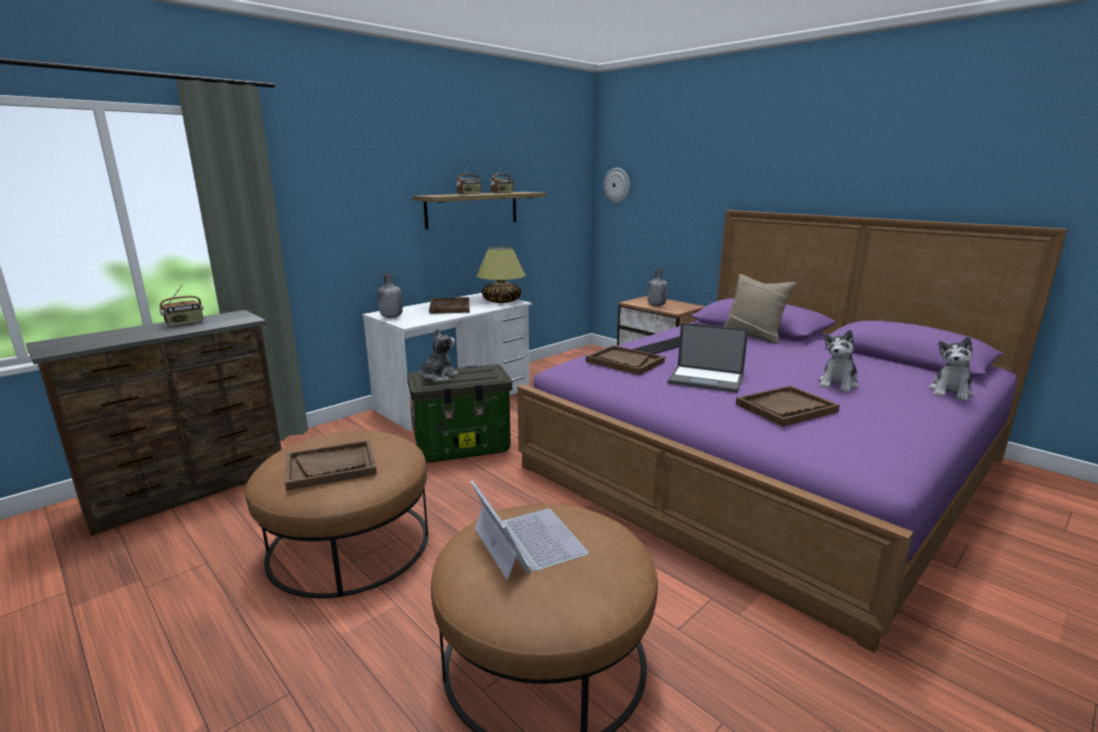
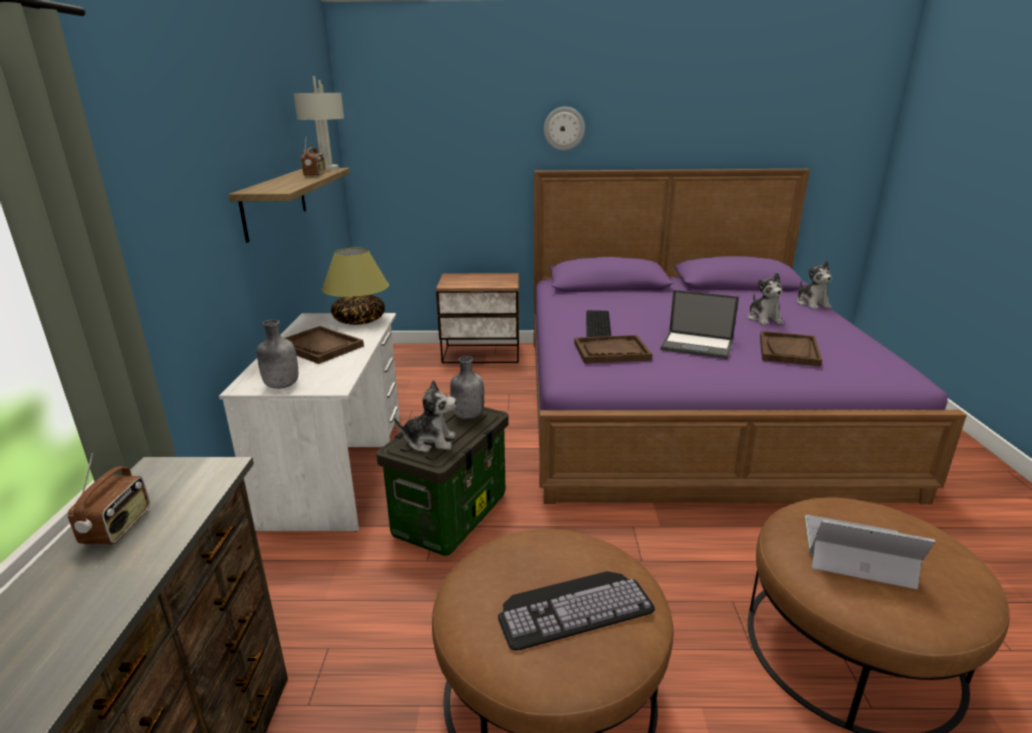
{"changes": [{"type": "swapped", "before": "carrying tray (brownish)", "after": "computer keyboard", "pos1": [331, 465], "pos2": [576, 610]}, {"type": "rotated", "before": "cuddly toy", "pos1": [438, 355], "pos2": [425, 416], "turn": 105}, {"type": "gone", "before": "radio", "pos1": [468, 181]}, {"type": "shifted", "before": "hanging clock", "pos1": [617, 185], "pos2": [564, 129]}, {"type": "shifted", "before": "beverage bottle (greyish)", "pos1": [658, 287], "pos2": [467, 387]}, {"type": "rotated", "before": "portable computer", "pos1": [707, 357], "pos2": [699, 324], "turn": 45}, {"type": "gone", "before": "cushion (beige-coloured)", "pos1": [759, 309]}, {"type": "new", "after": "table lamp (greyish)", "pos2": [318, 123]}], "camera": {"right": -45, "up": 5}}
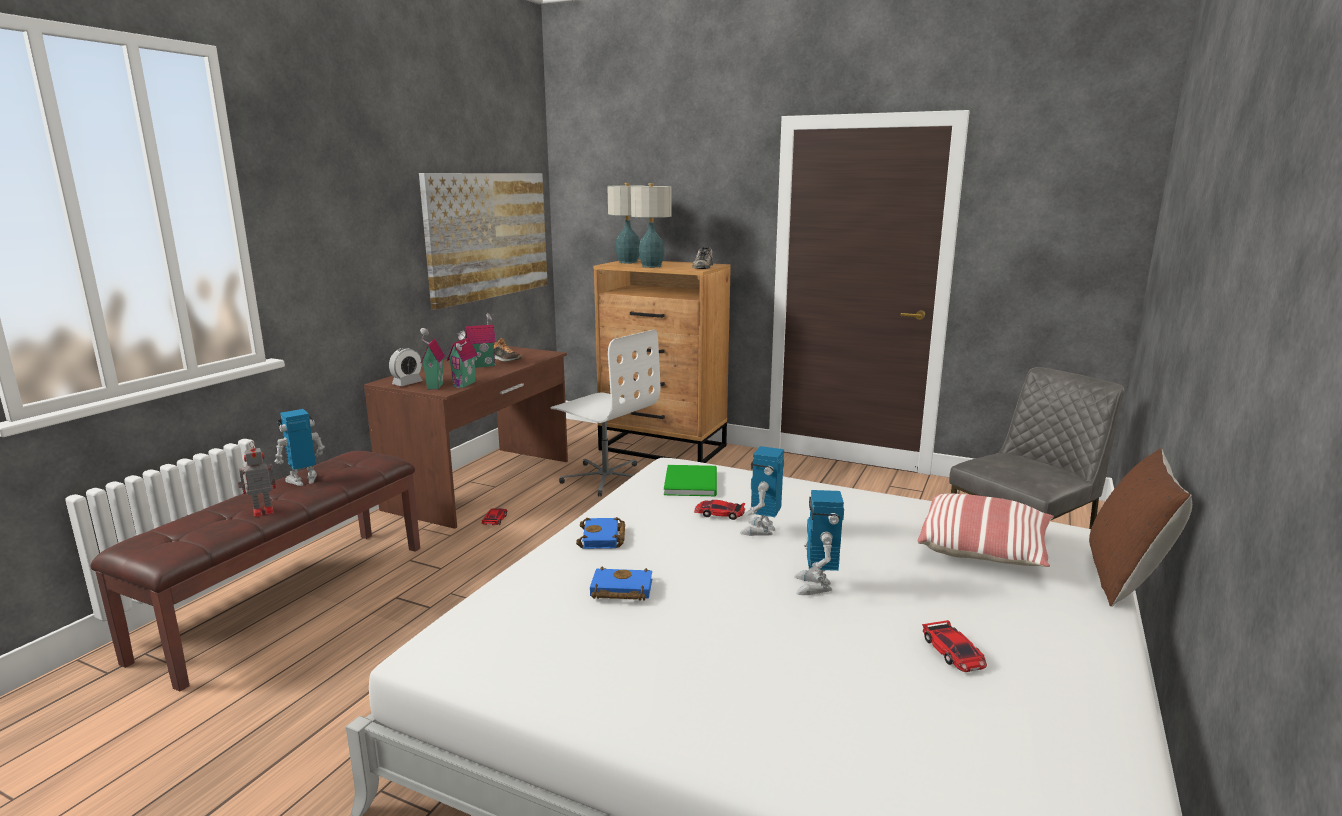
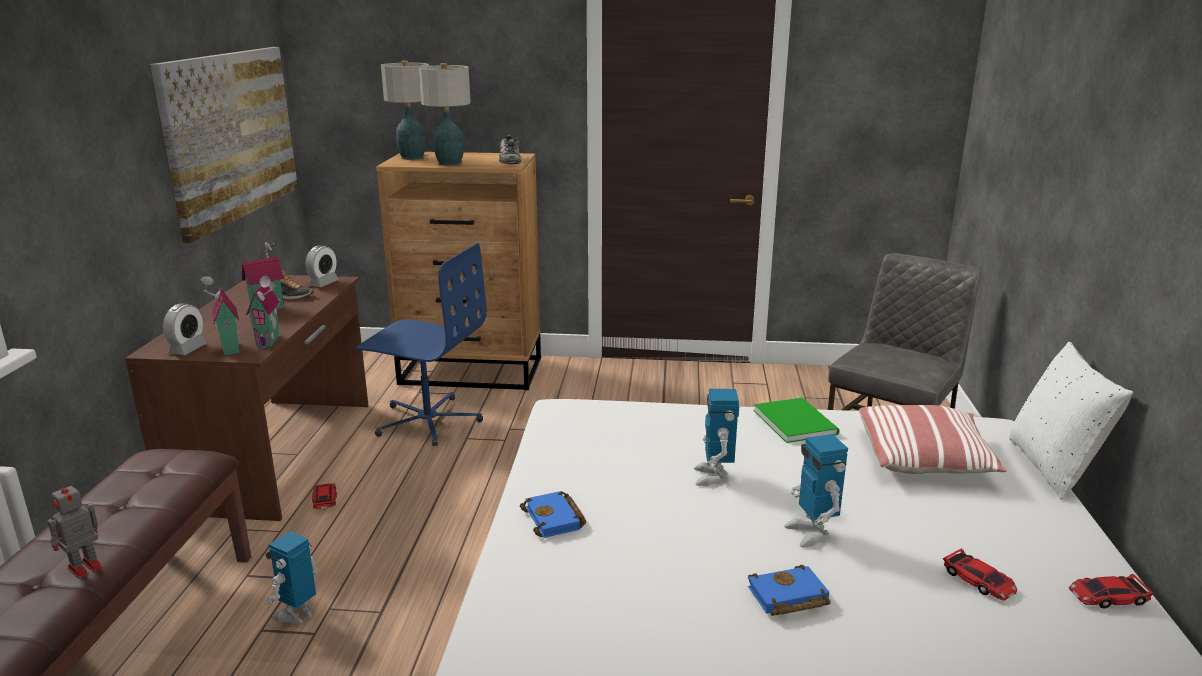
{"changes": [{"type": "shifted", "before": "toy robot", "pos1": [299, 447], "pos2": [291, 577]}, {"type": "repainted", "before": "desk chair (white-coloured)", "after": "desk chair (blue-coloured)", "pos1": [605, 412], "pos2": [421, 344]}, {"type": "shifted", "before": "book (blue-coloured)", "pos1": [621, 584], "pos2": [789, 590]}, {"type": "shifted", "before": "book (green)", "pos1": [690, 480], "pos2": [797, 420]}, {"type": "shifted", "before": "miniature car", "pos1": [719, 510], "pos2": [1111, 591]}, {"type": "repainted", "before": "cushion (brownish)", "after": "cushion (white-coloured)", "pos1": [1140, 528], "pos2": [1071, 421]}, {"type": "new", "after": "alarm clock", "pos2": [322, 266]}], "camera": {"right": -20, "up": 5}}
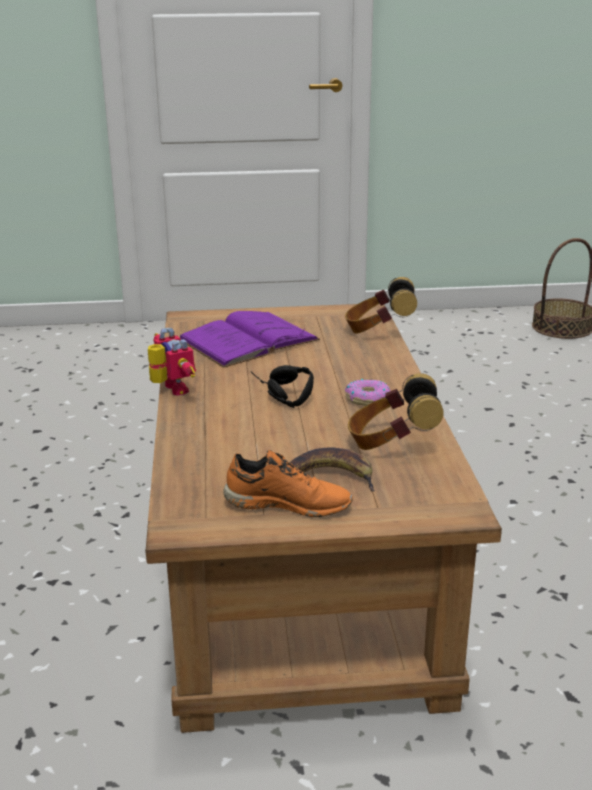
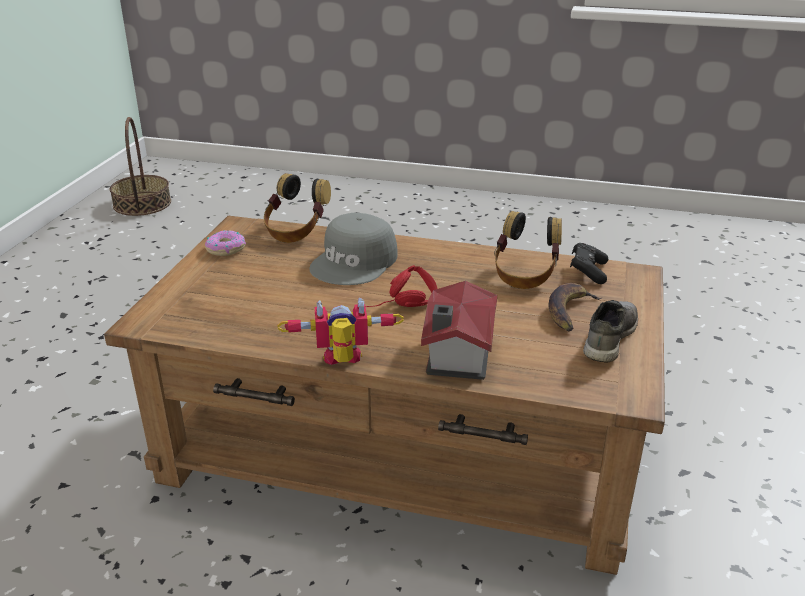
{"changes": [{"type": "gone", "before": "book (purple)", "pos1": [250, 339]}, {"type": "repainted", "before": "shoe (orange-coloured)", "after": "shoe (greyish)", "pos1": [288, 483], "pos2": [610, 331]}, {"type": "repainted", "before": "headphones (black)", "after": "headphones (reddish)", "pos1": [282, 386], "pos2": [401, 286]}, {"type": "shifted", "before": "doughnut", "pos1": [368, 392], "pos2": [225, 243]}, {"type": "new", "after": "cap (greyish)", "pos2": [353, 249]}, {"type": "new", "after": "model house", "pos2": [459, 330]}, {"type": "new", "after": "game controller (black)", "pos2": [589, 263]}], "camera": {"right": -70, "up": 5}}
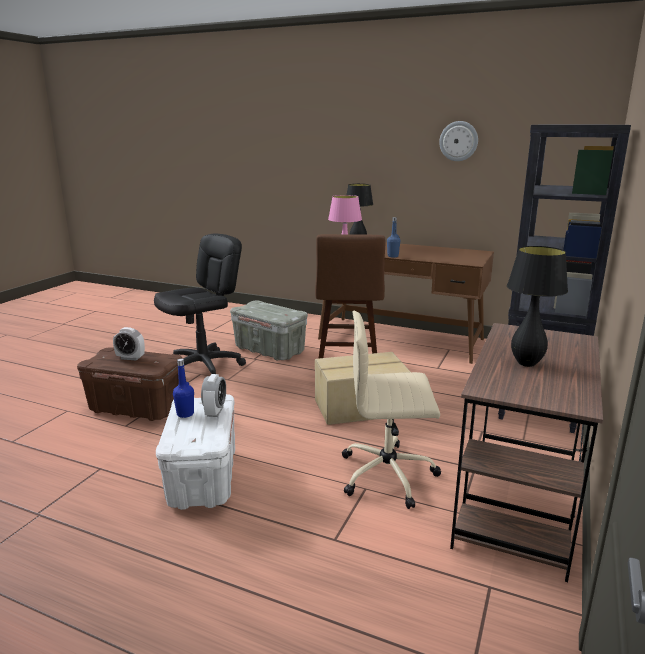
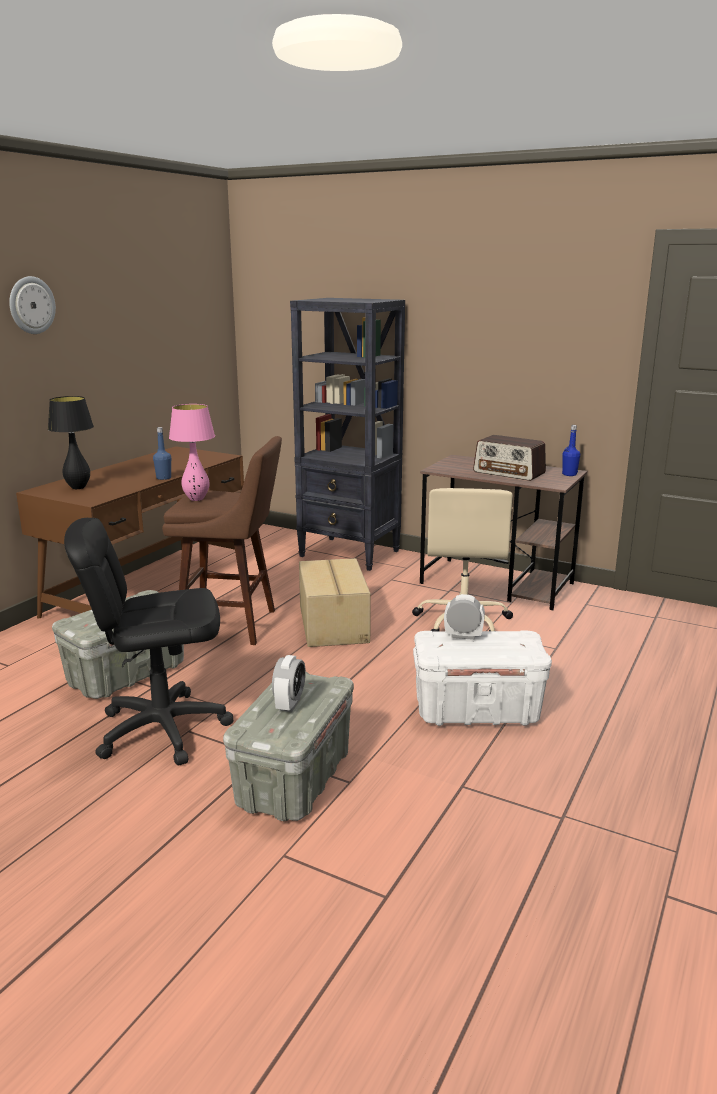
{"changes": [{"type": "repainted", "before": "storage container (brownish)", "after": "storage container (greyish)", "pos1": [130, 384], "pos2": [288, 746]}, {"type": "rotated", "before": "desk chair (black)", "pos1": [200, 304], "pos2": [148, 641], "turn": -60}, {"type": "shifted", "before": "beverage bottle (blue-coloured)", "pos1": [183, 388], "pos2": [571, 450]}, {"type": "shifted", "before": "hanging clock", "pos1": [458, 141], "pos2": [32, 305]}, {"type": "swapped", "before": "table lamp (black)", "after": "radio", "pos1": [537, 306], "pos2": [509, 458]}], "camera": {"right": -85, "up": 0}}
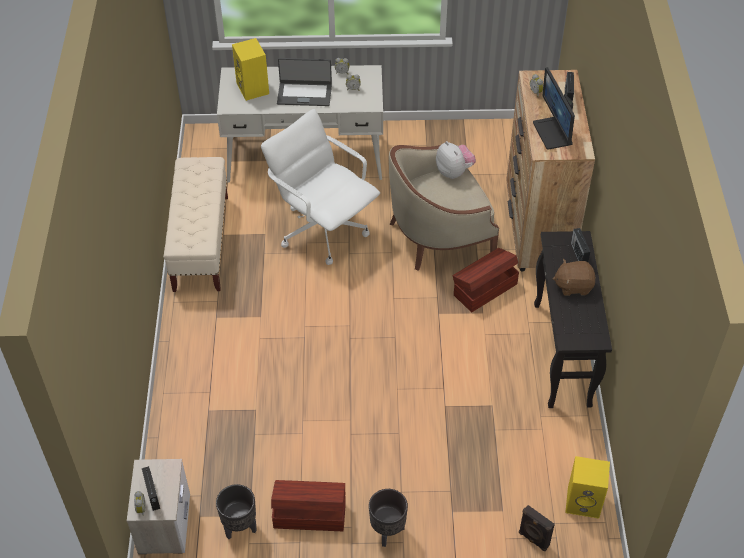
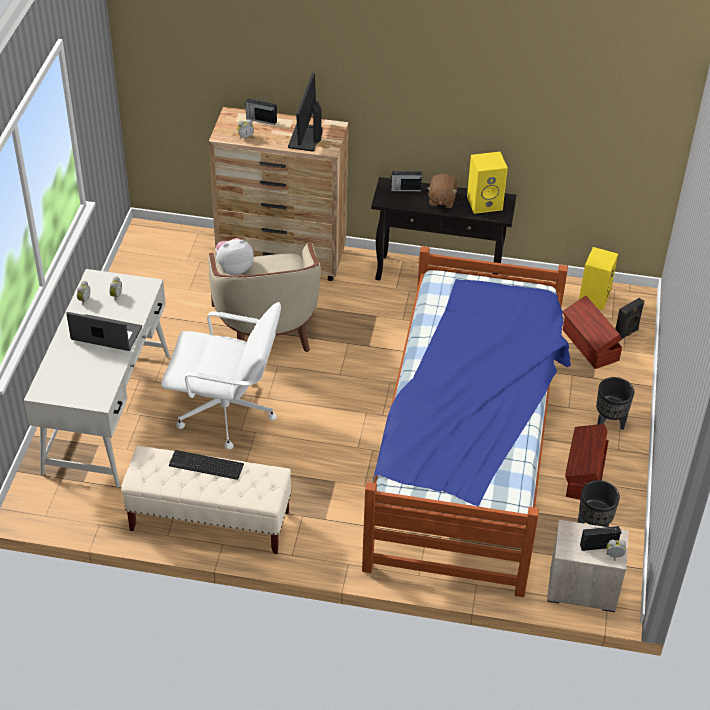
{"changes": [{"type": "shifted", "before": "speaker (yellow)", "pos1": [250, 69], "pos2": [487, 183]}, {"type": "rotated", "before": "desk chair (white-coloured)", "pos1": [320, 187], "pos2": [221, 375], "turn": -135}, {"type": "rotated", "before": "portable computer", "pos1": [304, 82], "pos2": [104, 331], "turn": -90}, {"type": "shifted", "before": "storage container (brownish)", "pos1": [486, 280], "pos2": [592, 332]}, {"type": "rotated", "before": "computer display", "pos1": [554, 108], "pos2": [305, 112], "turn": 105}, {"type": "new", "after": "computer keyboard", "pos2": [206, 465]}, {"type": "new", "after": "bedroom bed", "pos2": [466, 421]}], "camera": {"right": -80, "up": -5}}
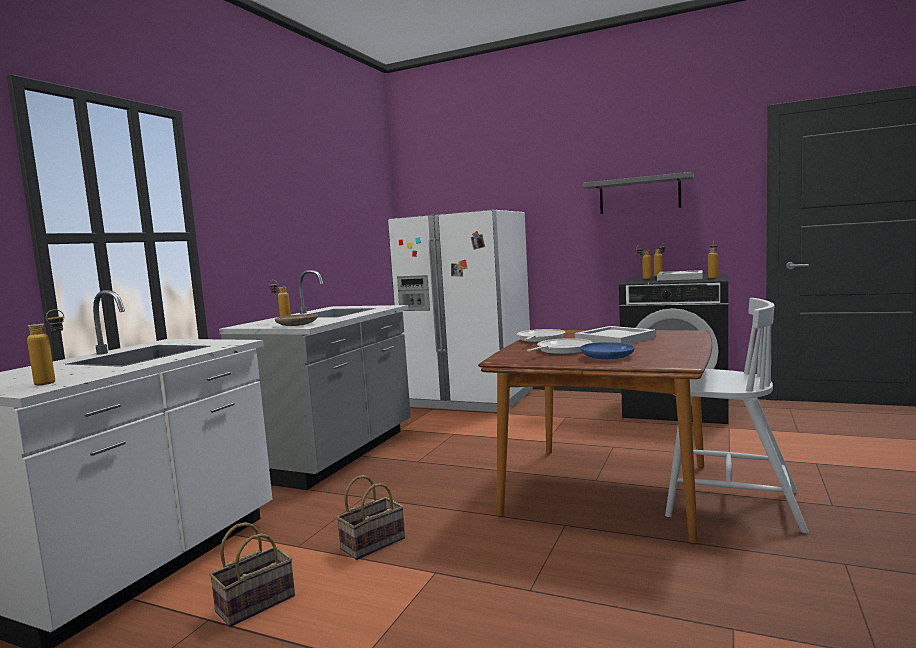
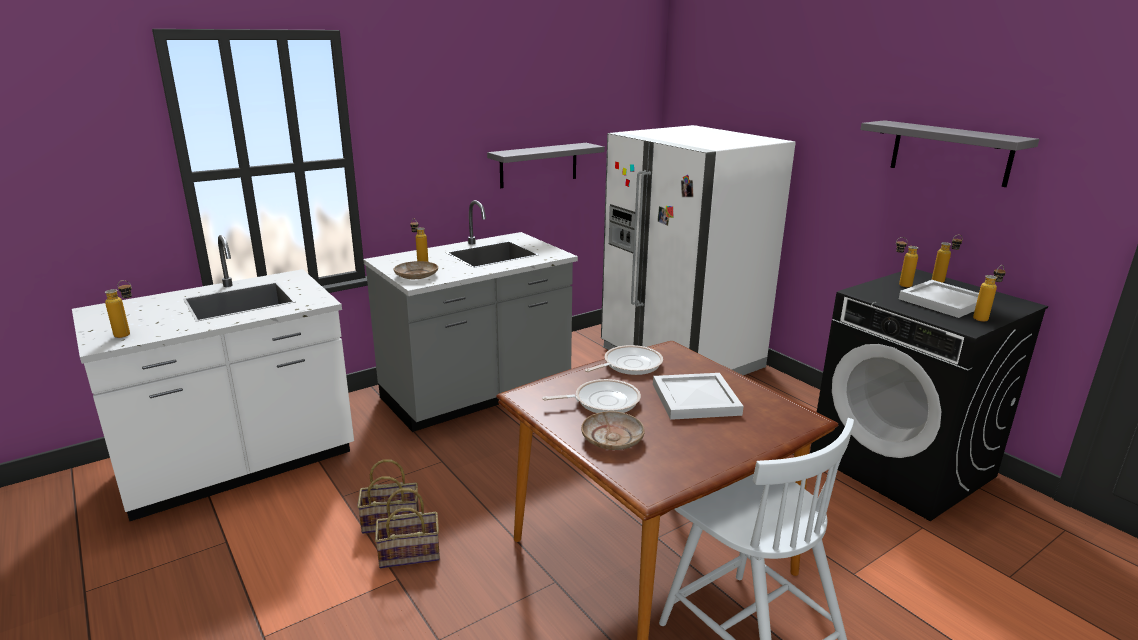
{"changes": [{"type": "shifted", "before": "basket", "pos1": [252, 574], "pos2": [407, 528]}, {"type": "repainted", "before": "plate (blue-coloured)", "after": "plate (beige-coloured)", "pos1": [607, 351], "pos2": [613, 430]}, {"type": "new", "after": "shelf (greyish)", "pos2": [546, 165]}], "camera": {"right": 30, "up": 15}}
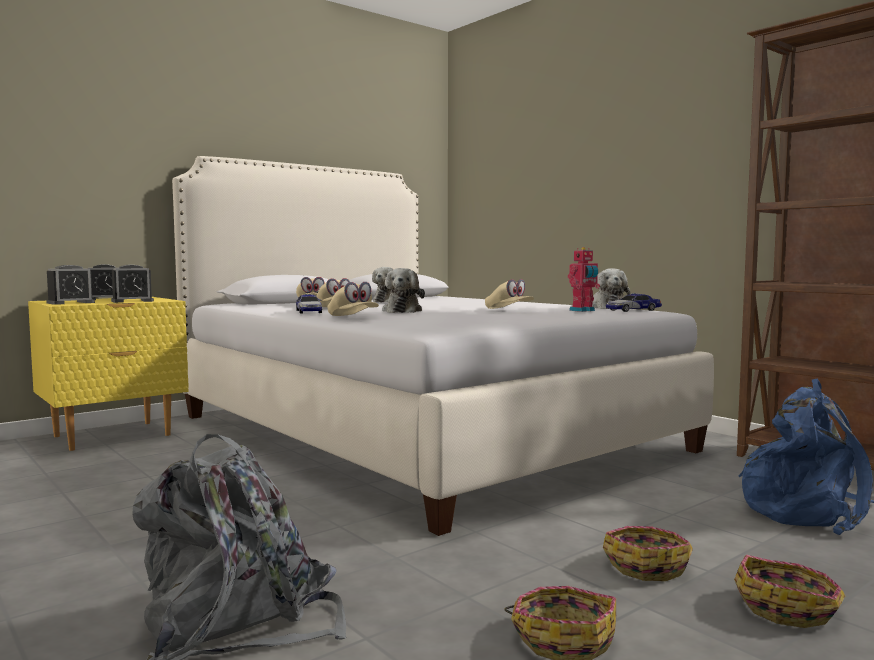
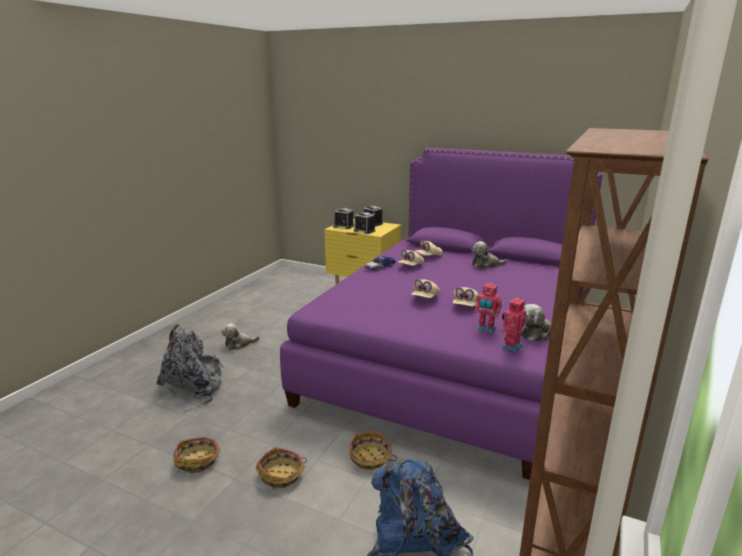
{"changes": [{"type": "repainted", "before": "bedroom bed (white-coloured)", "after": "bedroom bed (purple)", "pos1": [443, 346], "pos2": [441, 314]}, {"type": "shifted", "before": "cap (beige-coloured)", "pos1": [353, 299], "pos2": [425, 288]}, {"type": "shifted", "before": "cuddly toy", "pos1": [403, 290], "pos2": [241, 336]}, {"type": "swapped", "before": "miniature car", "after": "toy robot", "pos1": [634, 302], "pos2": [513, 324]}, {"type": "shifted", "before": "basket", "pos1": [789, 591], "pos2": [373, 450]}], "camera": {"right": 65, "up": 15}}
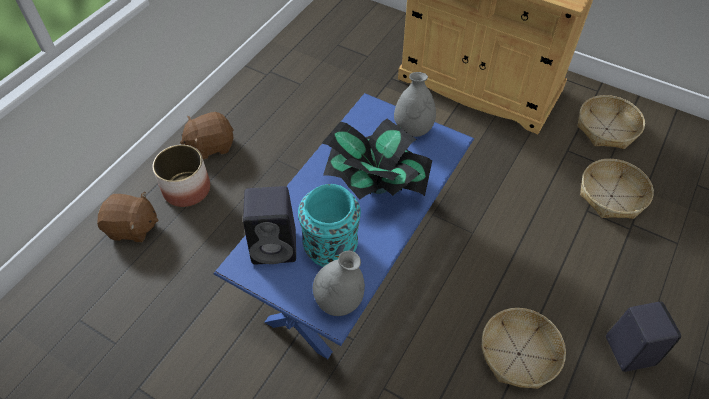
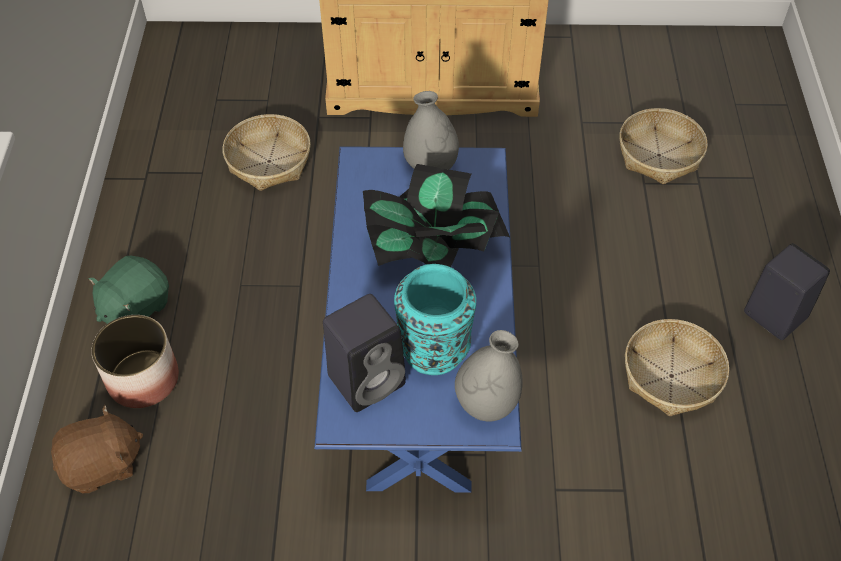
{"changes": [{"type": "repainted", "before": "cuddly toy (brownish)", "after": "cuddly toy (green)", "pos1": [207, 136], "pos2": [129, 290]}, {"type": "shifted", "before": "basket", "pos1": [611, 122], "pos2": [267, 152]}], "camera": {"right": -30, "up": 0}}
